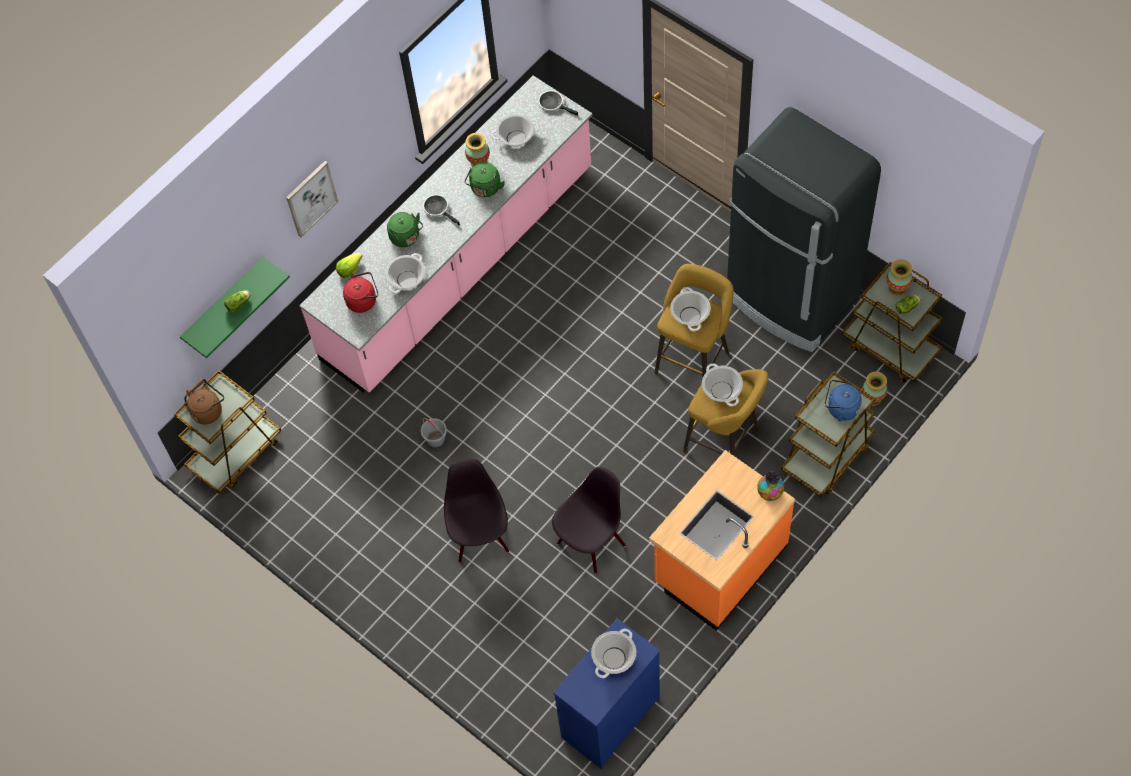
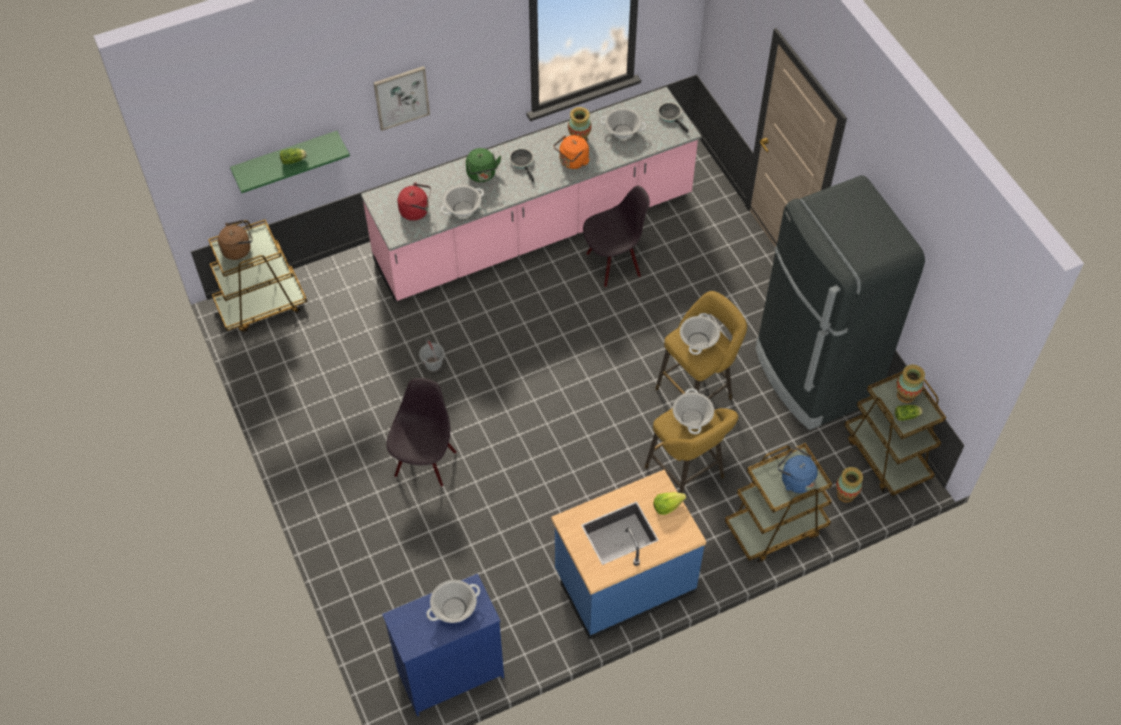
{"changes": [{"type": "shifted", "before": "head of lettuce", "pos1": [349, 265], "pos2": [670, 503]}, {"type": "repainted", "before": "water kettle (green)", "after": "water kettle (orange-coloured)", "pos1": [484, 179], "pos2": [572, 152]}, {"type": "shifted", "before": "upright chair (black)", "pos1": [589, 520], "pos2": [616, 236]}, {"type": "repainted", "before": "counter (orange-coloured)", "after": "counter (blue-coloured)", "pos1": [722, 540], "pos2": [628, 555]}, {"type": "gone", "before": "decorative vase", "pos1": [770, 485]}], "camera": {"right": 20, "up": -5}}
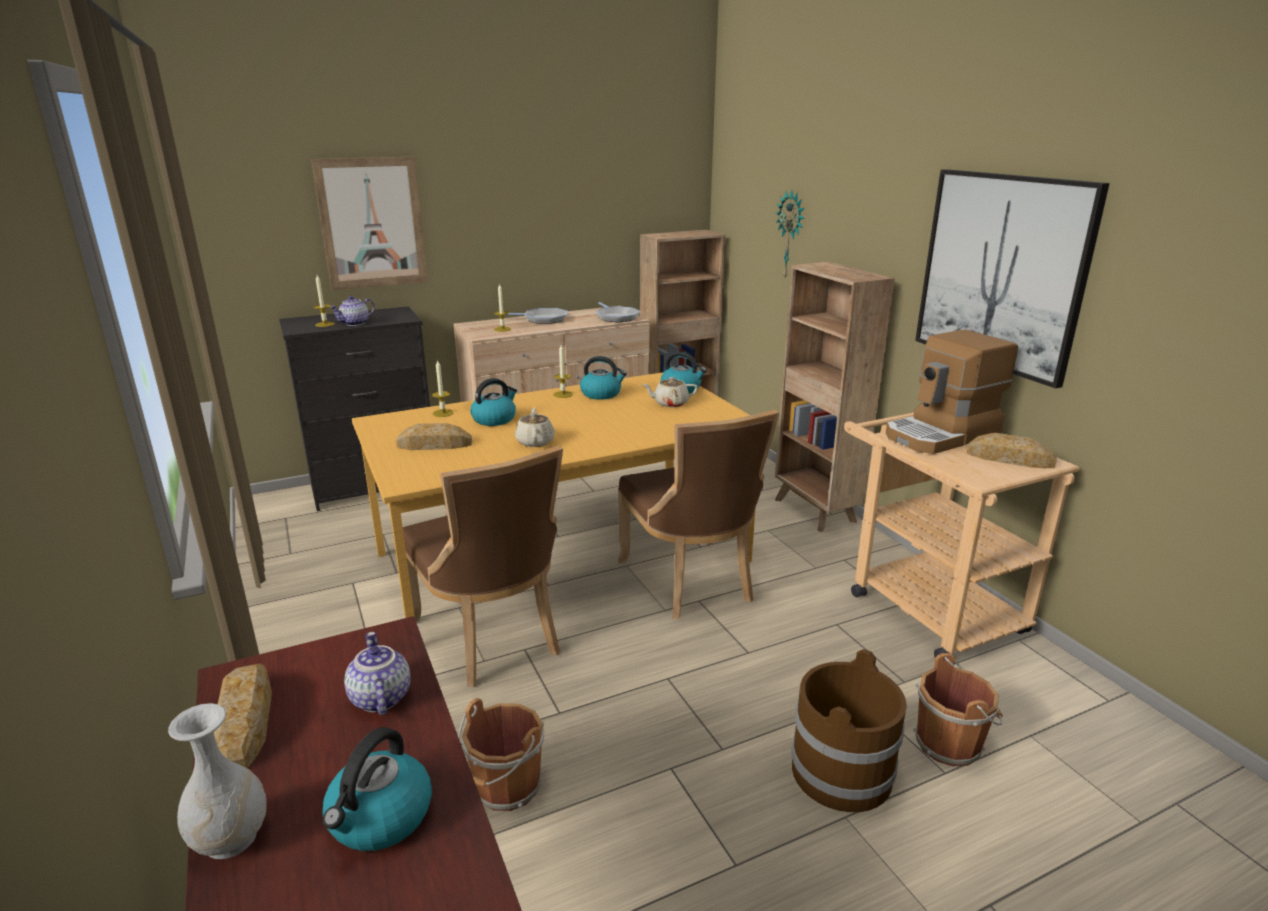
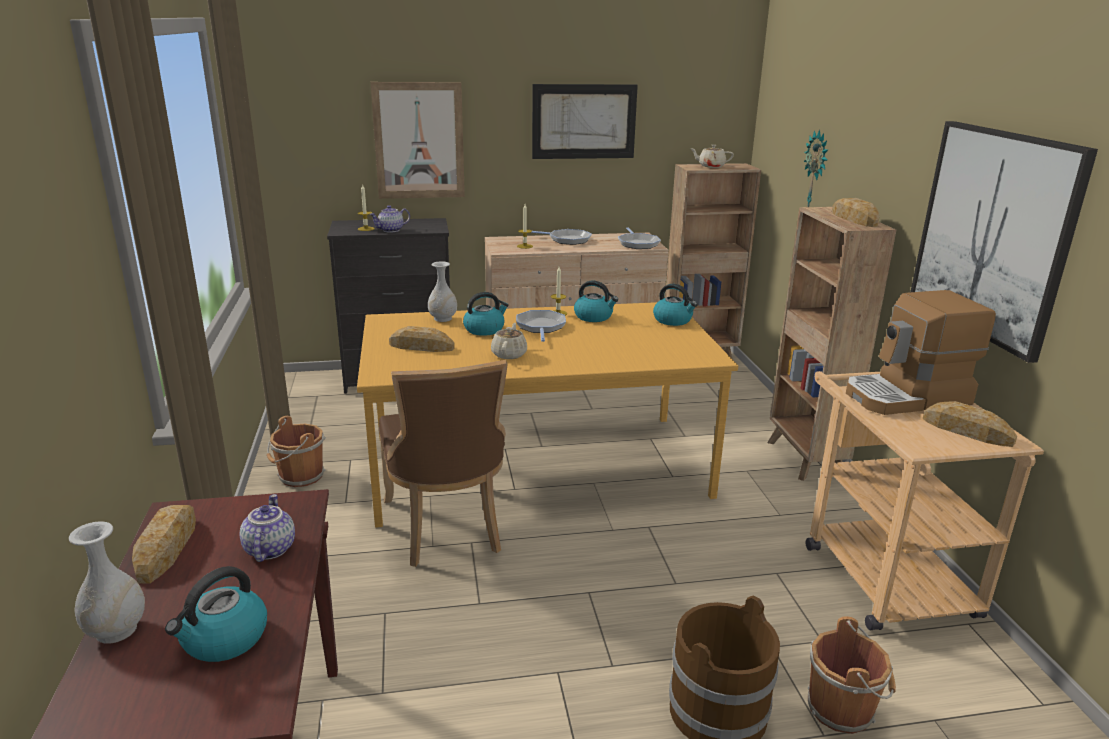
{"changes": [{"type": "swapped", "before": "wax candle", "after": "decorative vase (white-coloured)", "pos1": [443, 388], "pos2": [442, 291]}, {"type": "shifted", "before": "bucket (brownish)", "pos1": [501, 754], "pos2": [296, 451]}, {"type": "gone", "before": "upright chair (brownish)", "pos1": [698, 515]}, {"type": "shifted", "before": "teapot (beige-coloured)", "pos1": [670, 392], "pos2": [712, 156]}, {"type": "new", "after": "pan", "pos2": [541, 326]}, {"type": "new", "after": "picture", "pos2": [585, 121]}, {"type": "new", "after": "baked bread", "pos2": [856, 212]}], "camera": {"right": 15, "up": 0}}
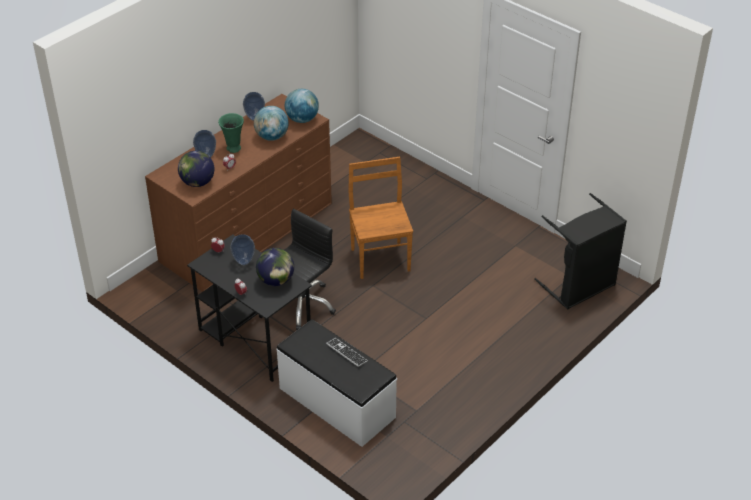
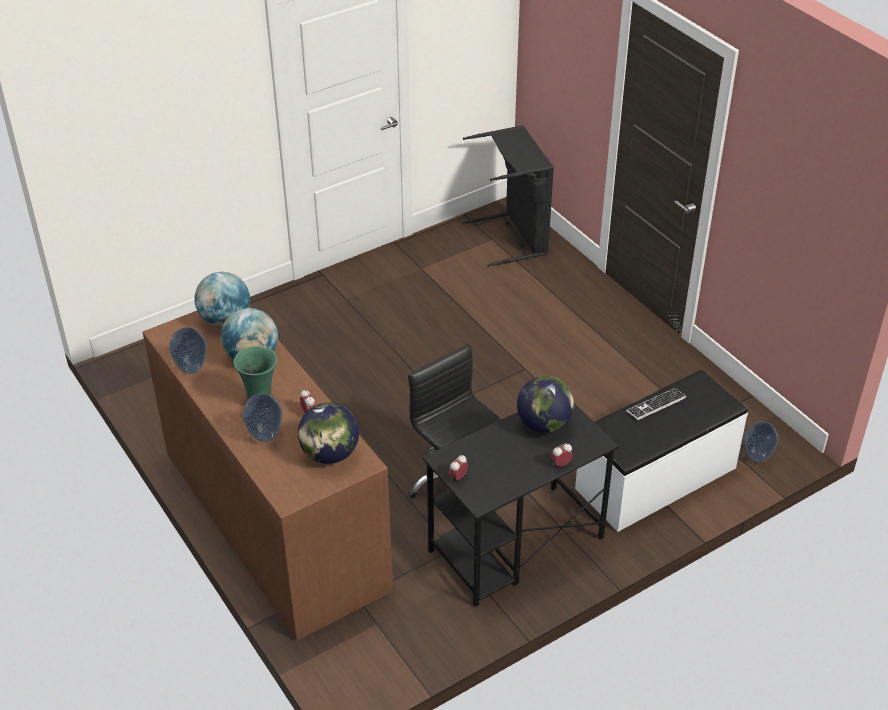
{"changes": [{"type": "shifted", "before": "decorative vase", "pos1": [242, 249], "pos2": [761, 442]}, {"type": "gone", "before": "upright chair (brownish)", "pos1": [380, 218]}], "camera": {"right": -75, "up": 0}}
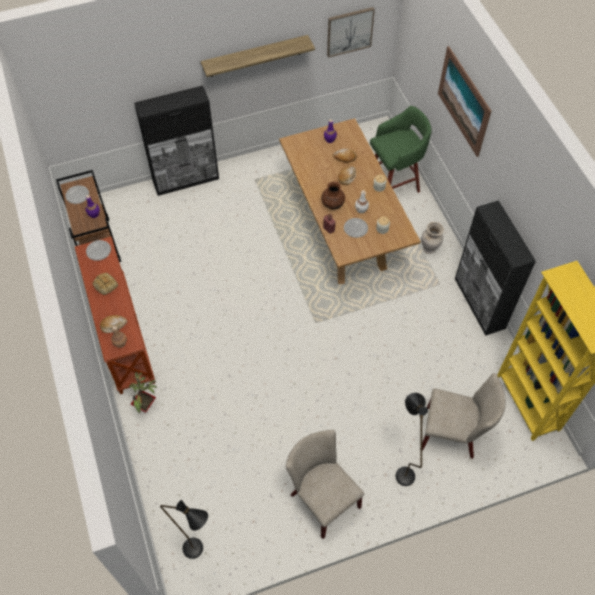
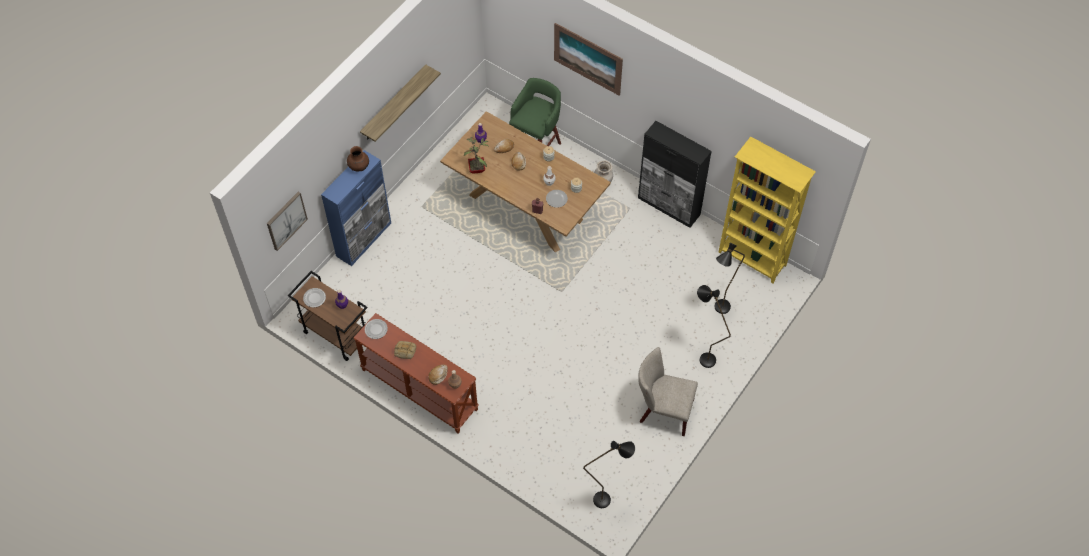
{"changes": [{"type": "shifted", "before": "potted plant", "pos1": [143, 392], "pos2": [476, 155]}, {"type": "repainted", "before": "storage cabinet (black)", "after": "storage cabinet (blue-coloured)", "pos1": [176, 140], "pos2": [356, 208]}, {"type": "shifted", "before": "decorative vase (brownish)", "pos1": [333, 195], "pos2": [358, 158]}, {"type": "shifted", "before": "picture", "pos1": [351, 32], "pos2": [287, 221]}, {"type": "swapped", "before": "upright chair (beige-coloured)", "after": "floor lamp (black)", "pos1": [464, 416], "pos2": [729, 278]}], "camera": {"right": -35, "up": 0}}
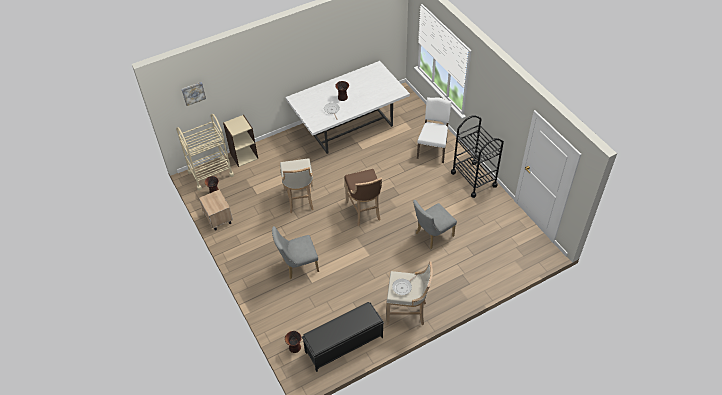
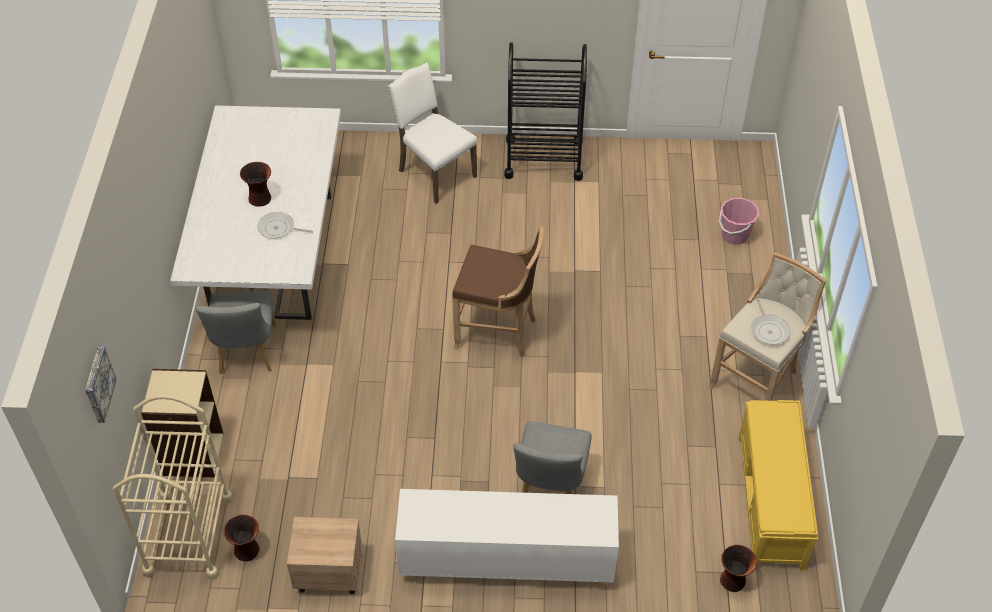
{"changes": [{"type": "gone", "before": "sitting stool (beige-coloured)", "pos1": [297, 185]}, {"type": "repainted", "before": "bench (black)", "after": "bench (yellow)", "pos1": [343, 337], "pos2": [778, 485]}, {"type": "shifted", "before": "upright chair (greyish)", "pos1": [435, 224], "pos2": [236, 332]}, {"type": "new", "after": "storage cabinet (white-coloured)", "pos2": [507, 538]}, {"type": "new", "after": "bucket (pink)", "pos2": [739, 221]}], "camera": {"right": -60, "up": 0}}
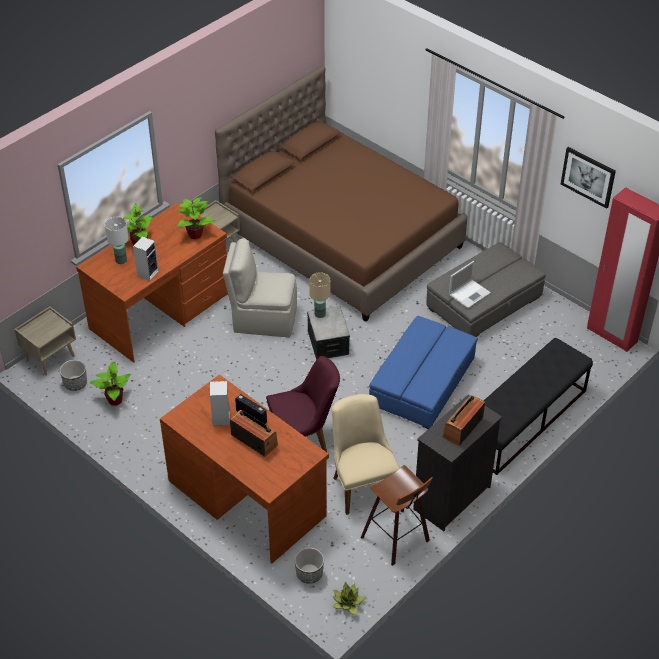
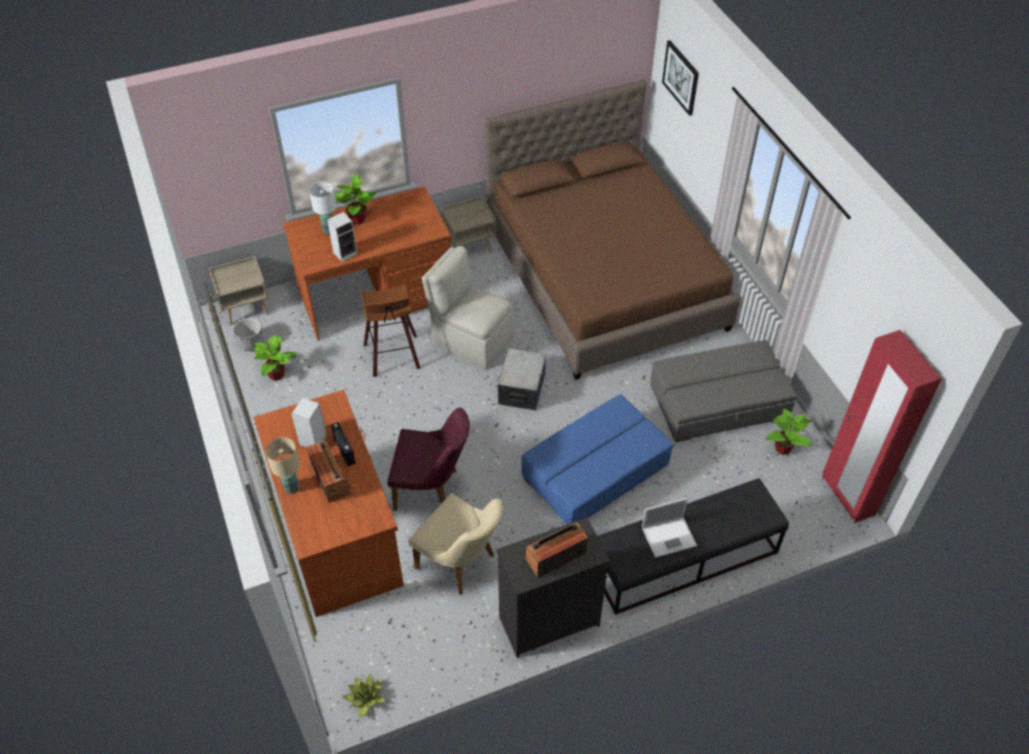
{"changes": [{"type": "shifted", "before": "potted plant", "pos1": [196, 218], "pos2": [789, 431]}, {"type": "gone", "before": "flower pot", "pos1": [309, 566]}, {"type": "shifted", "before": "table lamp (beige-coloured)", "pos1": [319, 295], "pos2": [283, 465]}, {"type": "rotated", "before": "upright chair (beige-coloured)", "pos1": [366, 454], "pos2": [455, 544], "turn": 120}, {"type": "shifted", "before": "sitting stool", "pos1": [397, 515], "pos2": [391, 330]}, {"type": "shifted", "before": "portable computer", "pos1": [470, 285], "pos2": [669, 528]}, {"type": "shifted", "before": "picture", "pos1": [588, 178], "pos2": [680, 78]}], "camera": {"right": 25, "up": 5}}
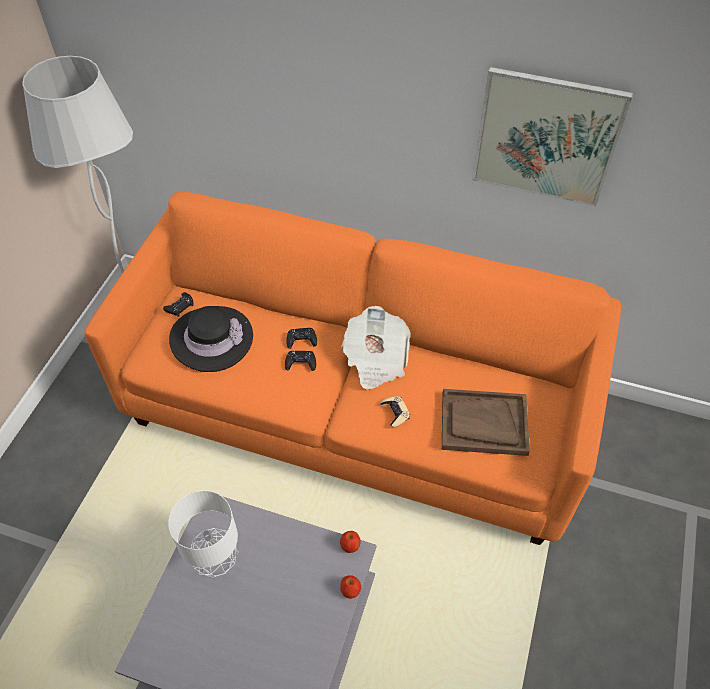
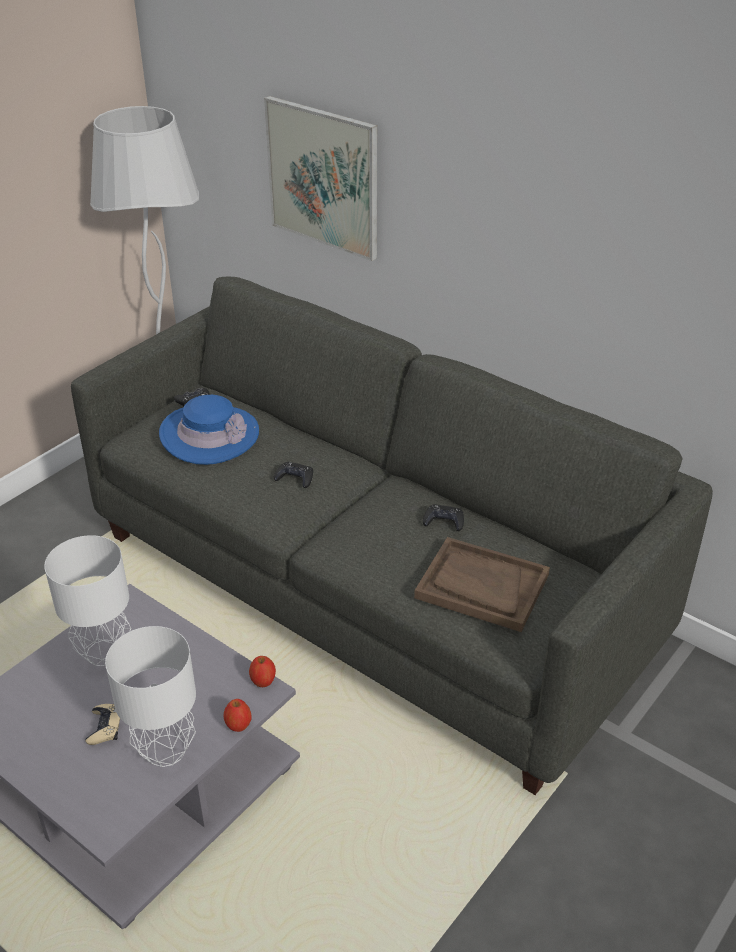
{"changes": [{"type": "repainted", "before": "couch (orange-coloured)", "after": "couch (greyish)", "pos1": [352, 368], "pos2": [392, 535]}, {"type": "repainted", "before": "hat (black)", "after": "hat (blue-coloured)", "pos1": [211, 339], "pos2": [209, 430]}, {"type": "shifted", "before": "game controller (black)", "pos1": [301, 338], "pos2": [443, 518]}, {"type": "gone", "before": "printed paper", "pos1": [376, 348]}, {"type": "shifted", "before": "game controller (beige-coloured)", "pos1": [395, 412], "pos2": [102, 724]}, {"type": "shifted", "before": "picture", "pos1": [552, 137], "pos2": [320, 178]}, {"type": "new", "after": "table lamp (white-coloured)", "pos2": [150, 696]}], "camera": {"right": 20, "up": -15}}
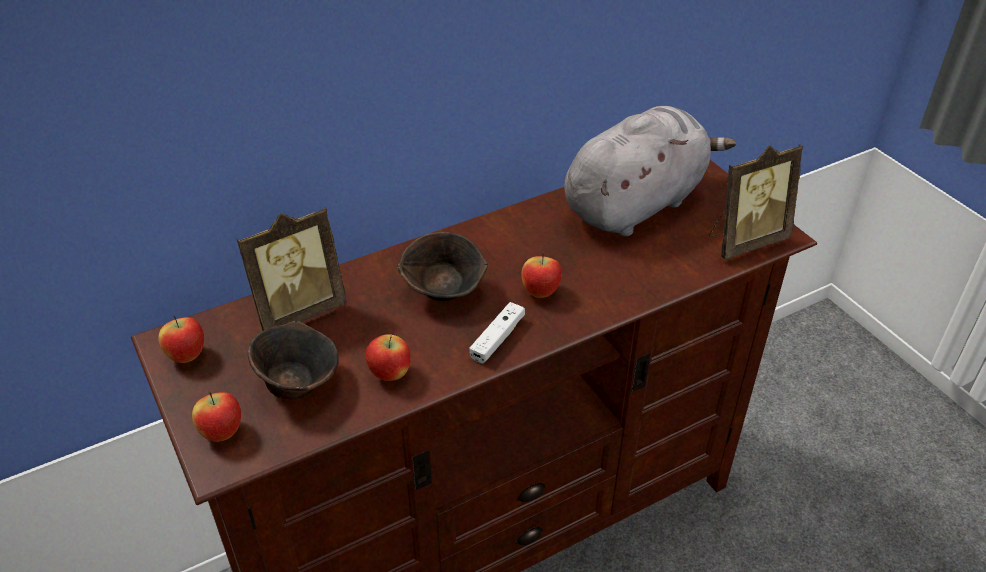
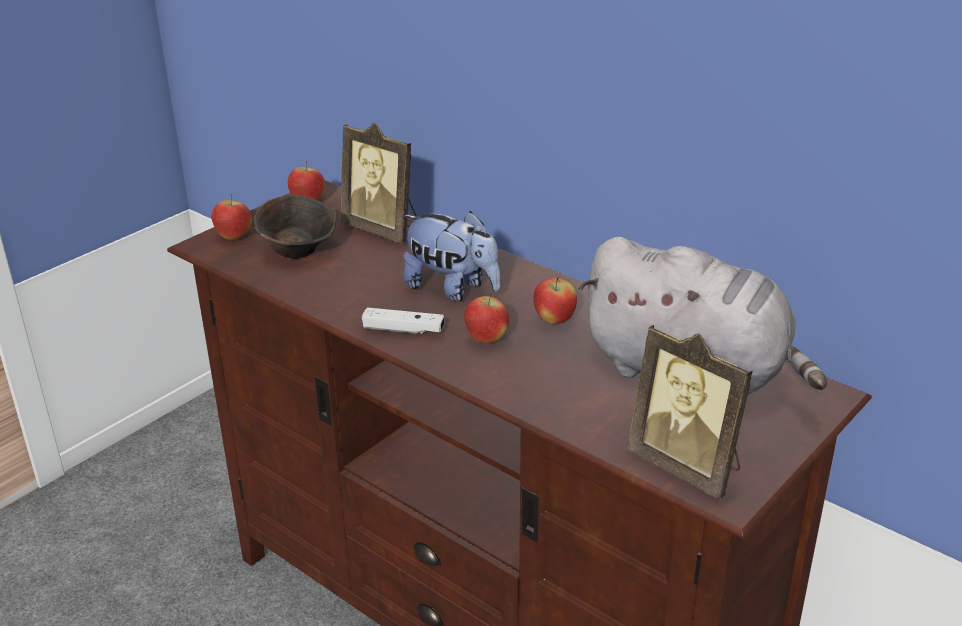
{"changes": [{"type": "shifted", "before": "whole apple", "pos1": [387, 357], "pos2": [555, 300]}, {"type": "swapped", "before": "deep dish (brownish)", "after": "cuddly toy", "pos1": [443, 266], "pos2": [451, 256]}], "camera": {"right": 70, "up": -10}}
